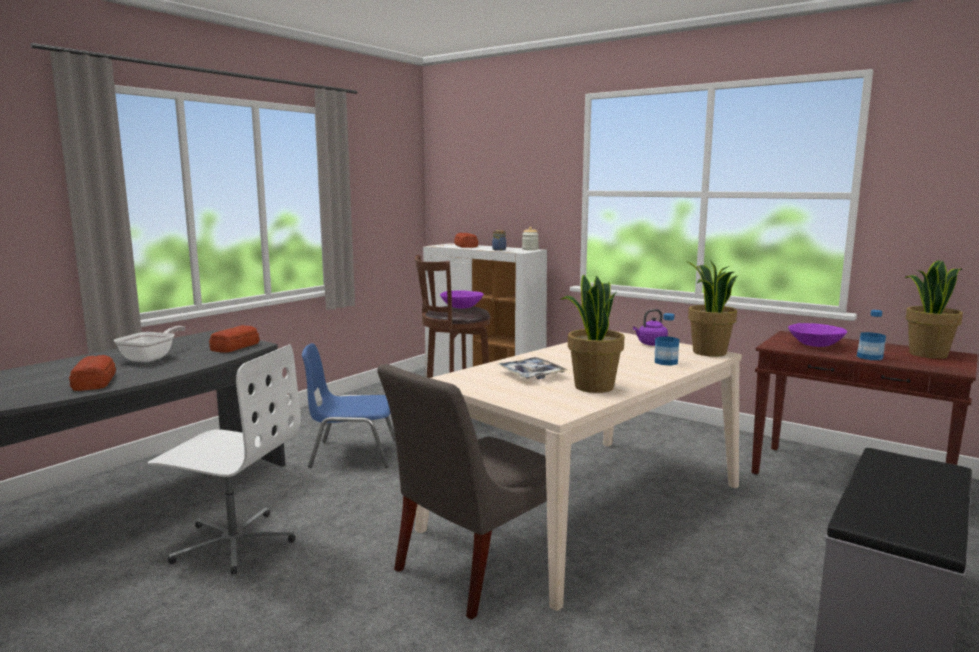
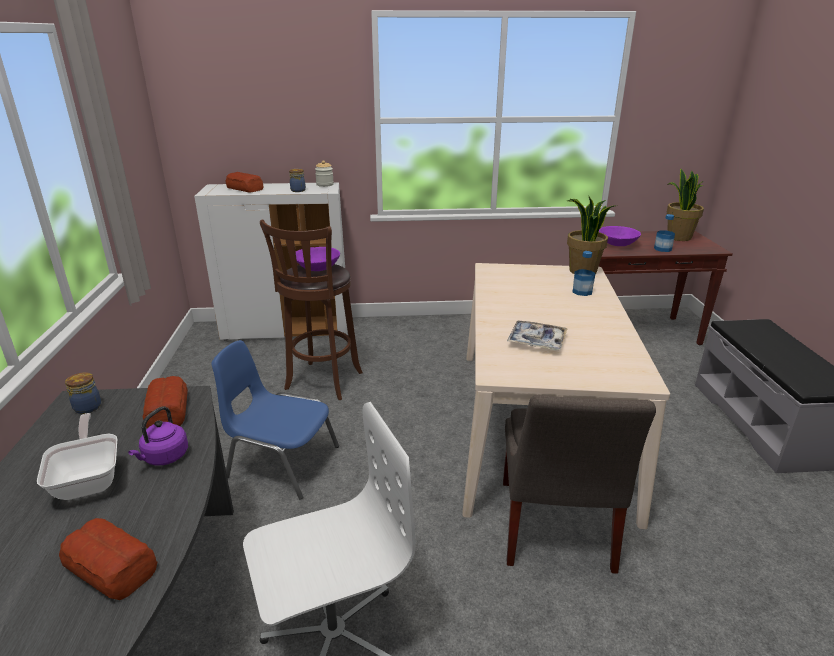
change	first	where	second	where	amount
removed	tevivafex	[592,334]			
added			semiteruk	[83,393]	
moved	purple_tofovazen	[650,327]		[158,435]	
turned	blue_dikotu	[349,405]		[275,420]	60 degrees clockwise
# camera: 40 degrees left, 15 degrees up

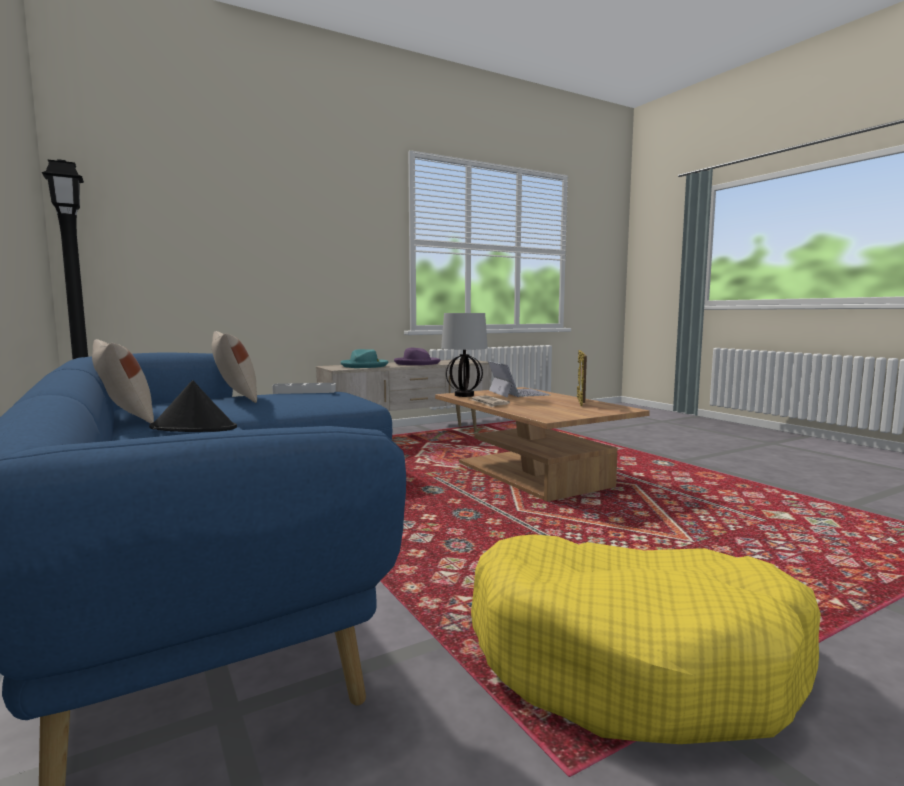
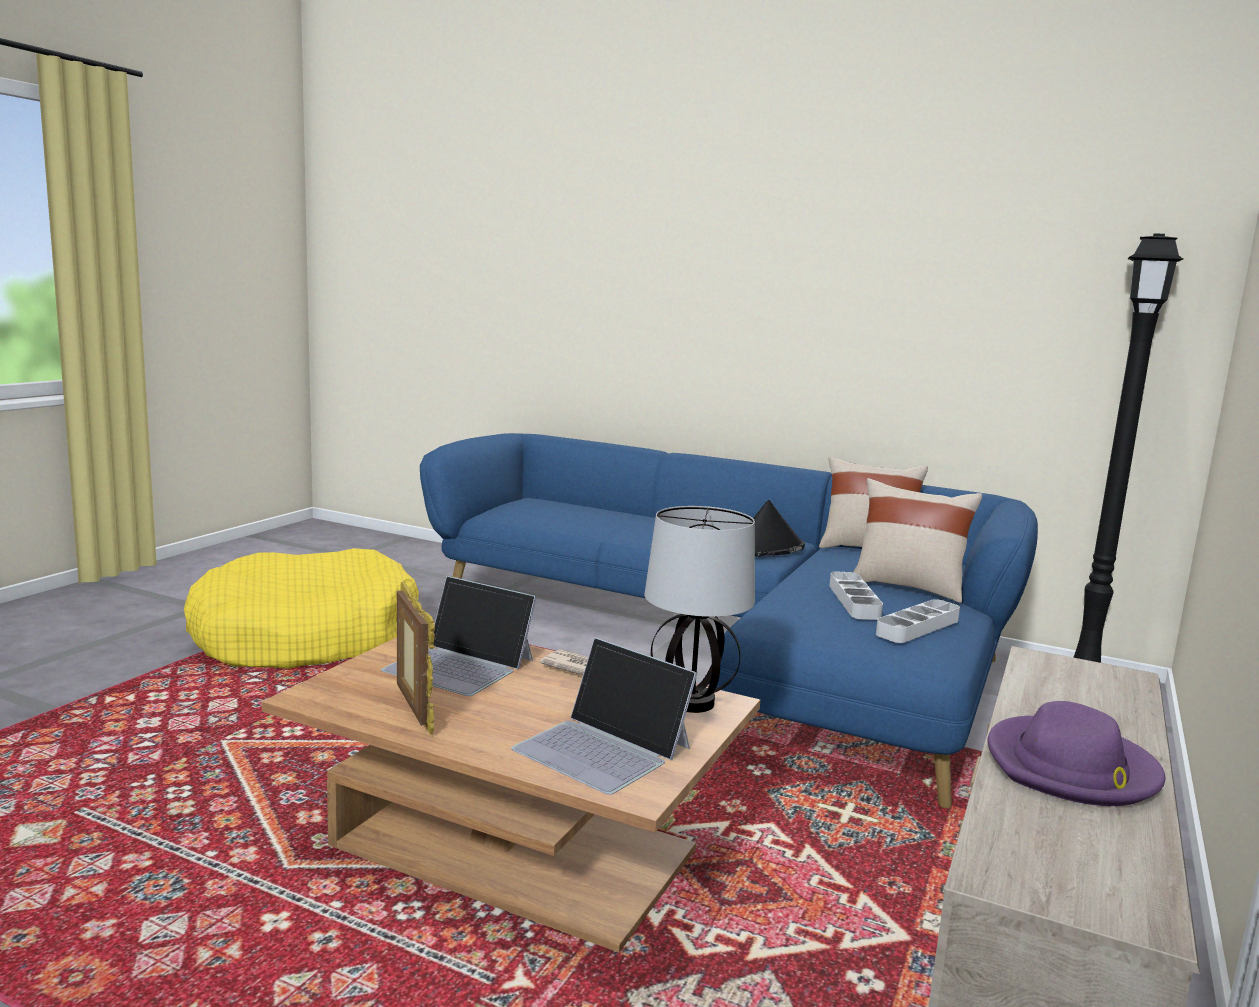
change	first	where	second	where	amount
removed	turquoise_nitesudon	[364,358]			
added			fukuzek	[459,636]	
added			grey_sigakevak	[856,595]	
# camera: 145 degrees right, 5 degrees up

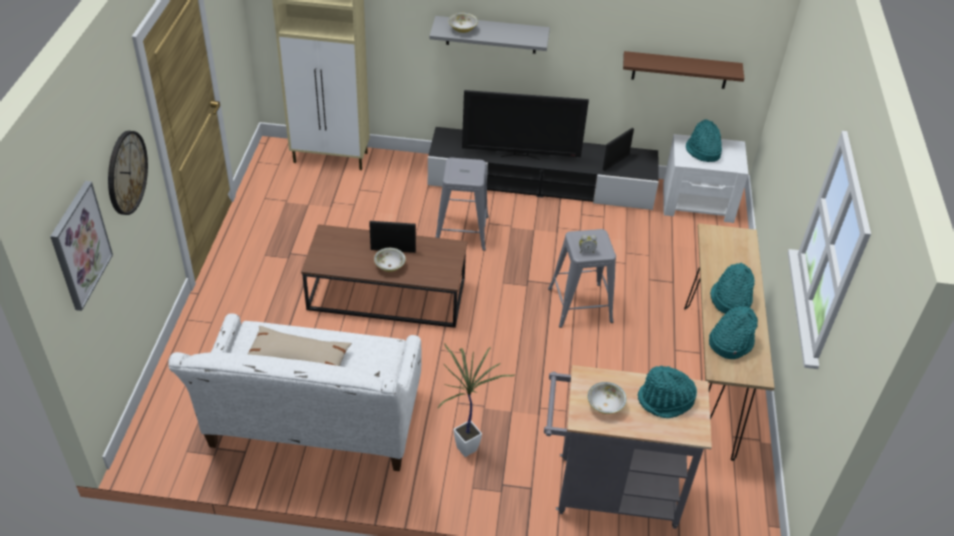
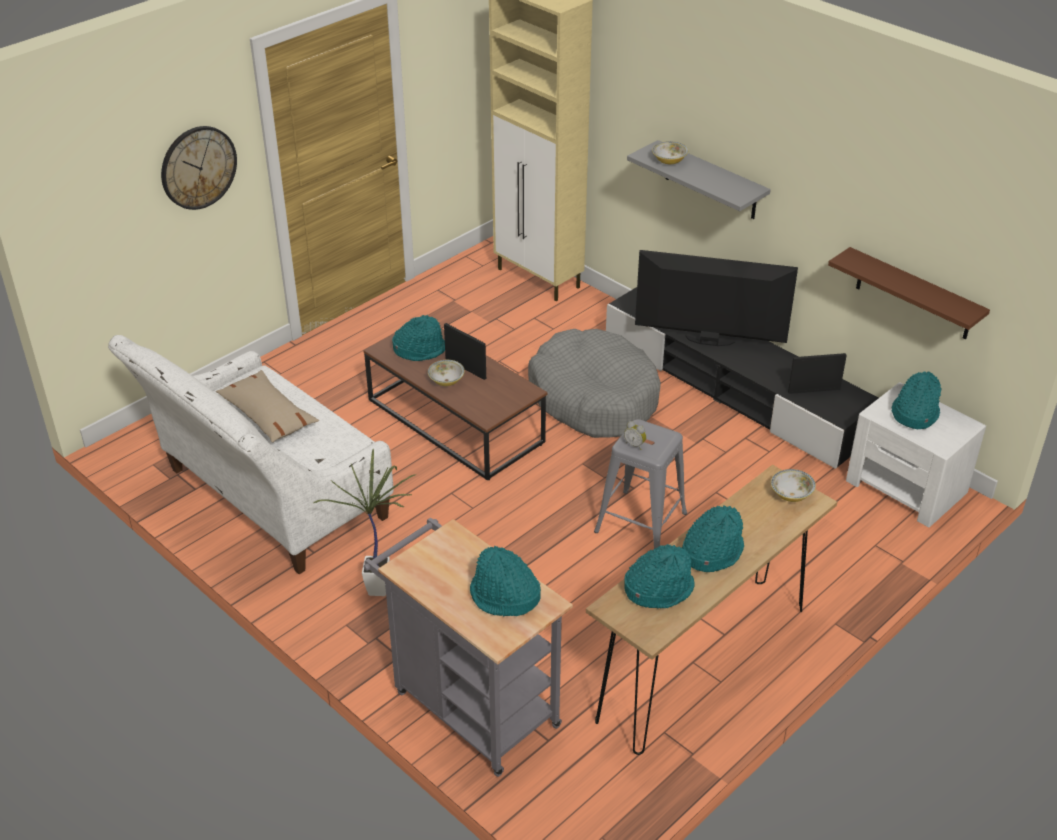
change	first	where	second	where	amount
removed	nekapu	[81,246]			
added			turquoise_nitesudon	[418,338]	
moved	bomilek	[607,398]		[793,485]	
replaced	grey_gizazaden	[462,204]	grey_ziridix	[594,383]	
turned	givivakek	[525,125]		[716,298]	150 degrees clockwise
# camera: 40 degrees right, 5 degrees down

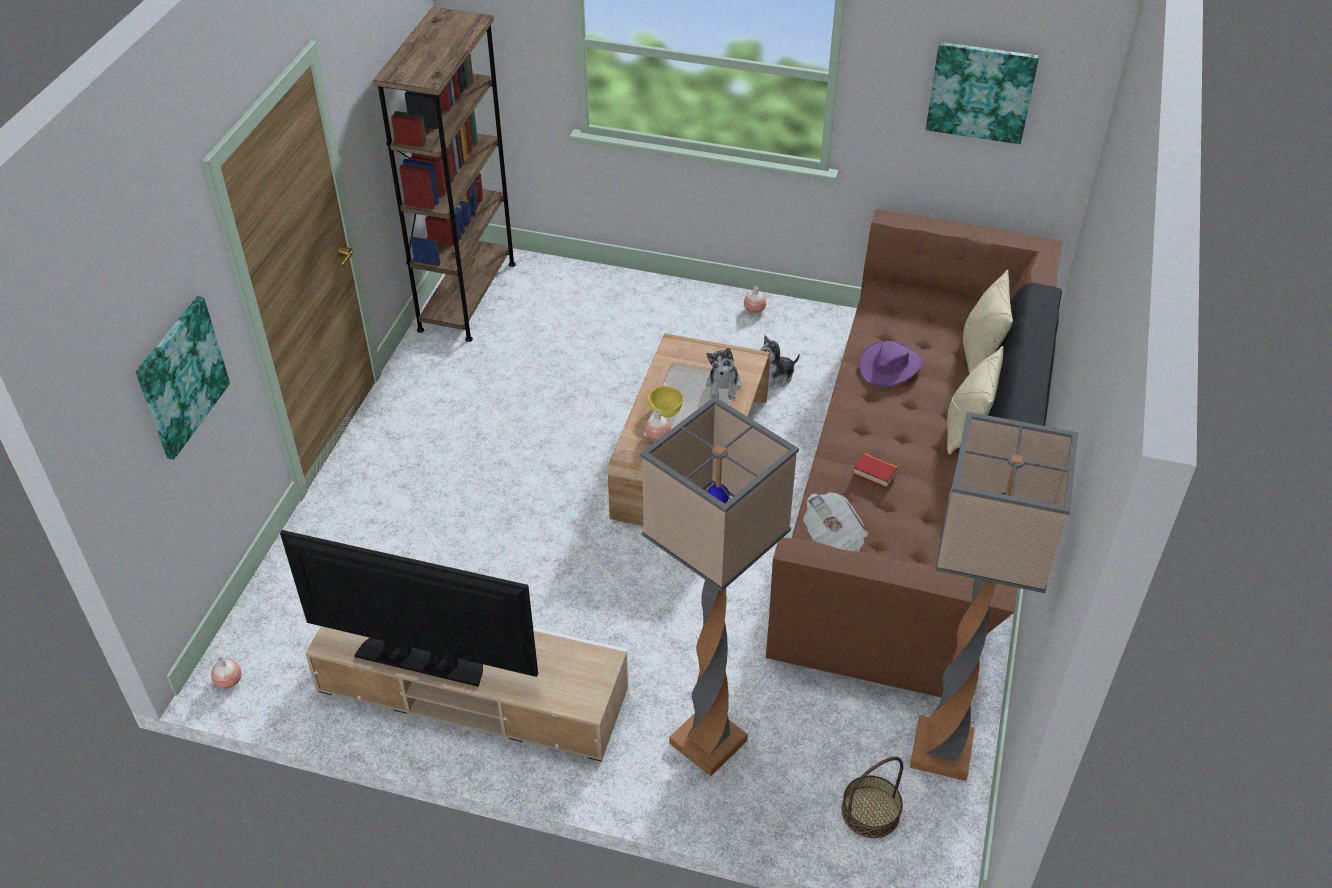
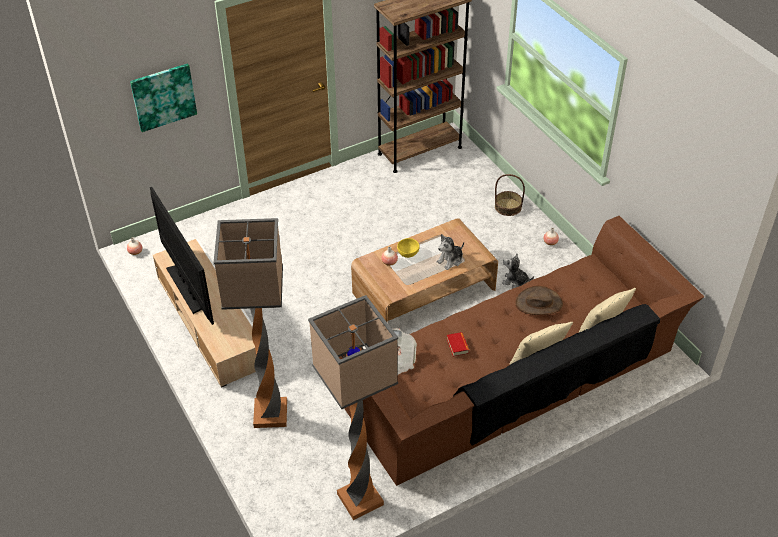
change	first	where	second	where	amount
removed	nekapu	[982,93]			
moved	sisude	[872,797]		[510,195]	
recoloured	purple_nitesudon	[891,364]	brown_nitesudon	[539,300]	
# camera: 45 degrees right, 0 degrees up

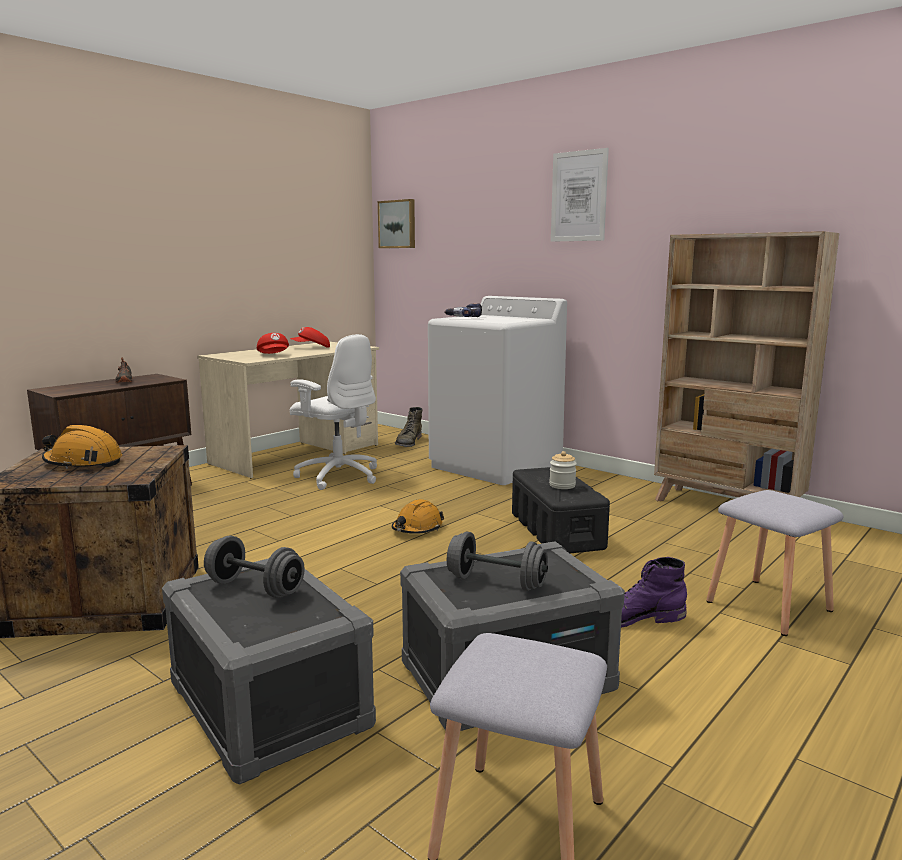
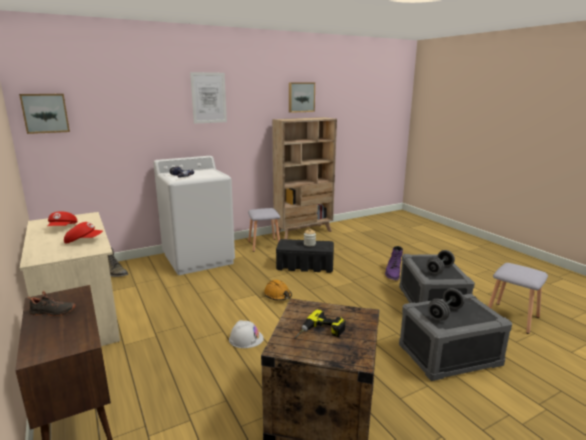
change	first	where	second	where	amount
removed	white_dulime	[333,412]			
added			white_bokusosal	[246,334]	
added			nekapu	[302,97]	
moved	grey_gizazaden	[774,563]		[264,230]	
replaced	orange_bokusosal	[82,447]	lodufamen	[320,323]	
# camera: 70 degrees left, 5 degrees up

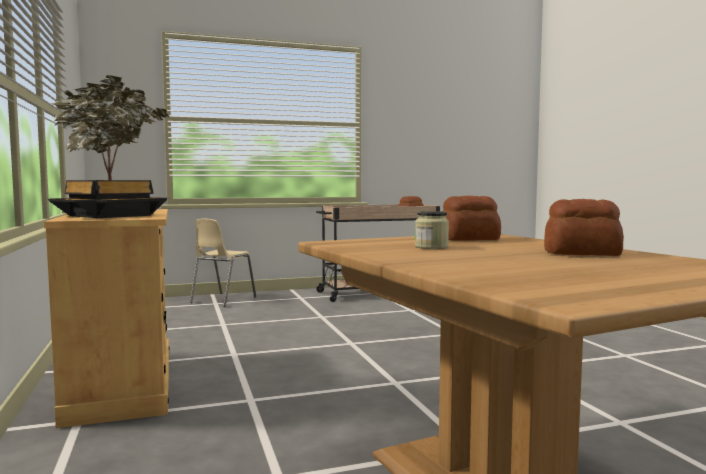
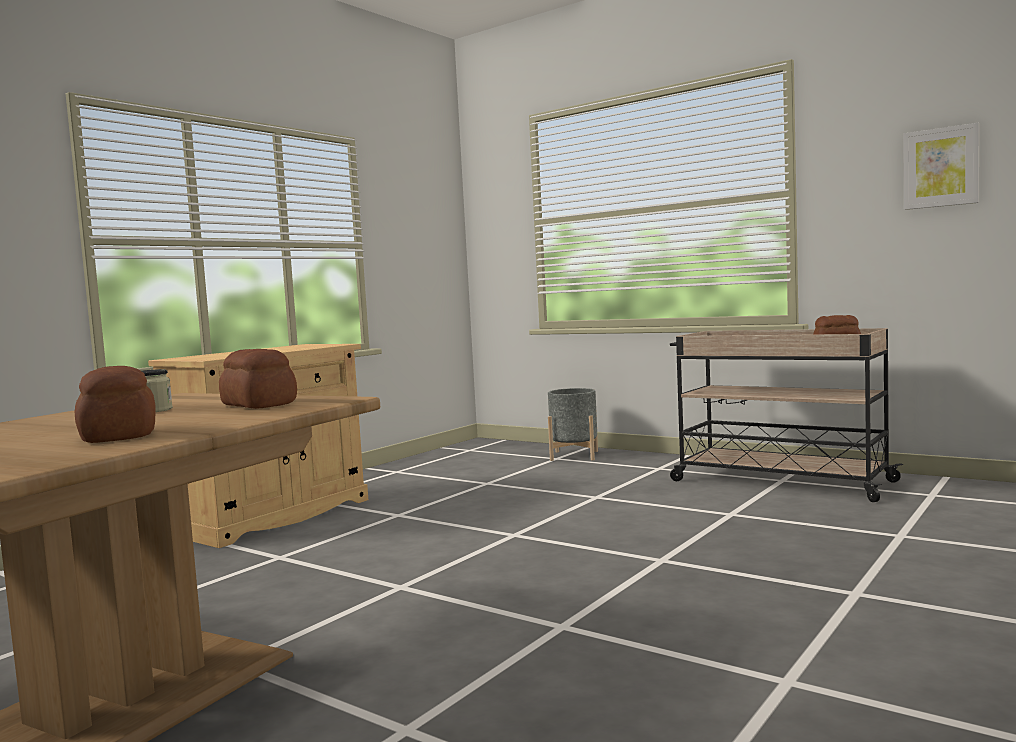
change	first	where	second	where	amount
removed	tevivafex	[109,146]			
added			nekapu	[941,166]	
replaced	beige_dikotu	[223,263]	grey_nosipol	[573,424]	
# camera: 55 degrees right, 0 degrees up

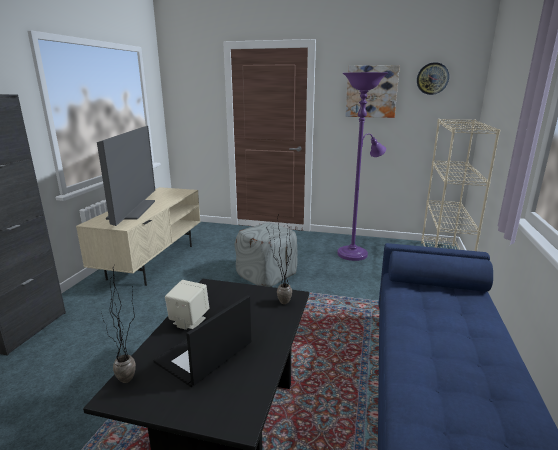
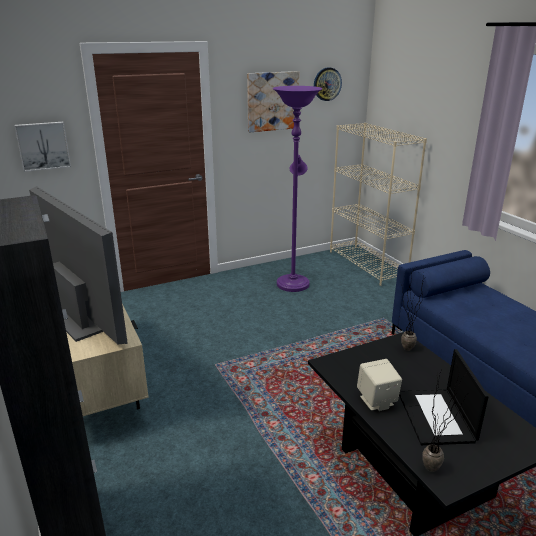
change	first	where	second	where	amount
removed	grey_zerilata	[266,255]			
added			nekapu	[42,147]	
# camera: 40 degrees left, 5 degrees up

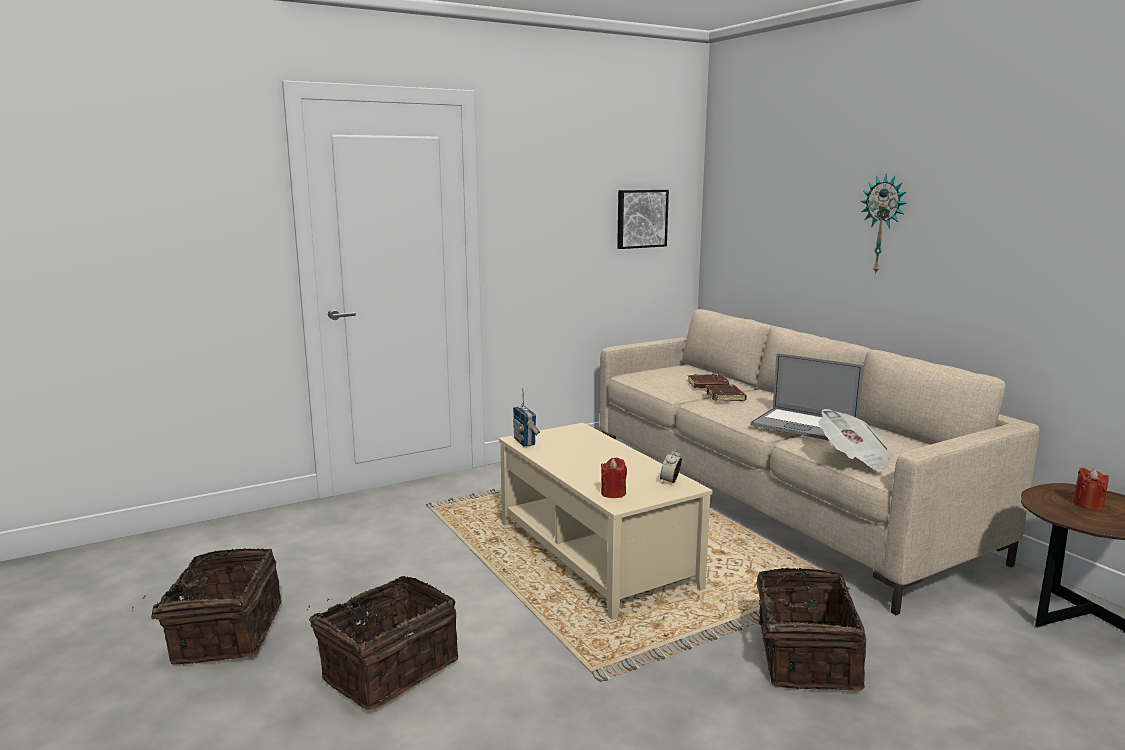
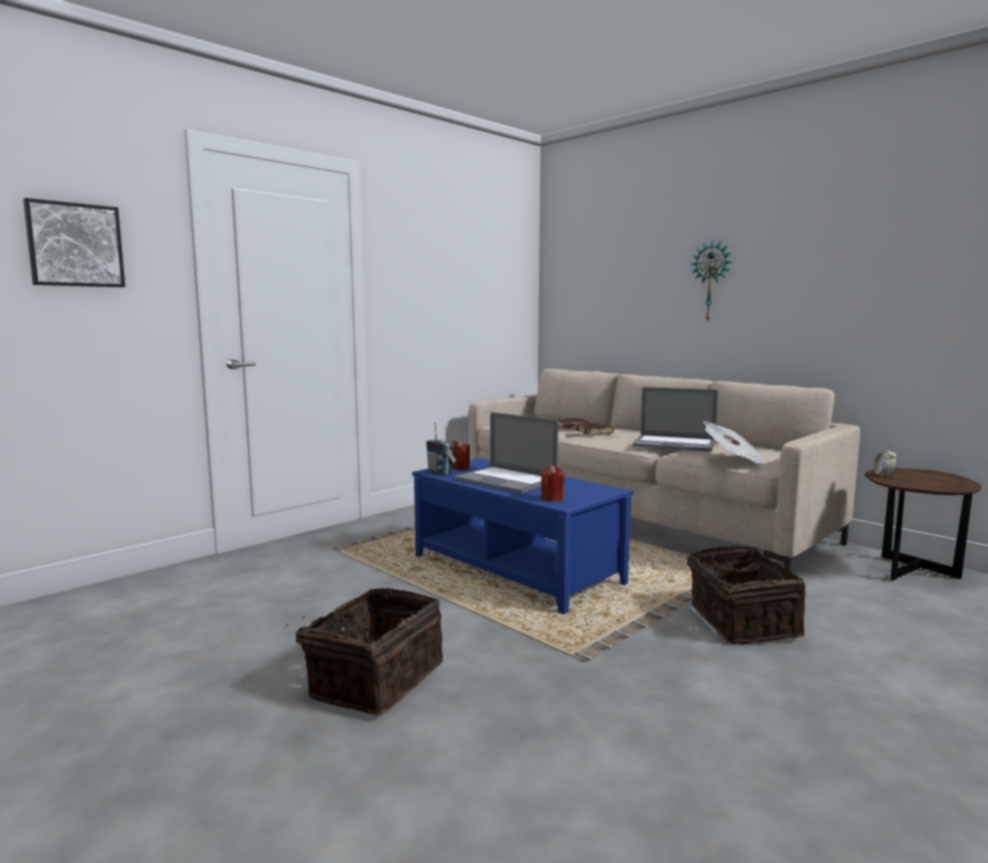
change	first	where	second	where	amount
removed	sisude	[207,606]			
added			fukuzek	[506,452]	
moved	nekapu	[643,219]		[74,242]	
moved	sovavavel	[671,466]		[885,461]	
moved	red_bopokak	[1091,488]		[460,455]	
recoloured	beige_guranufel	[606,521]	blue_guranufel	[522,536]	
# camera: 15 degrees left, 5 degrees down

